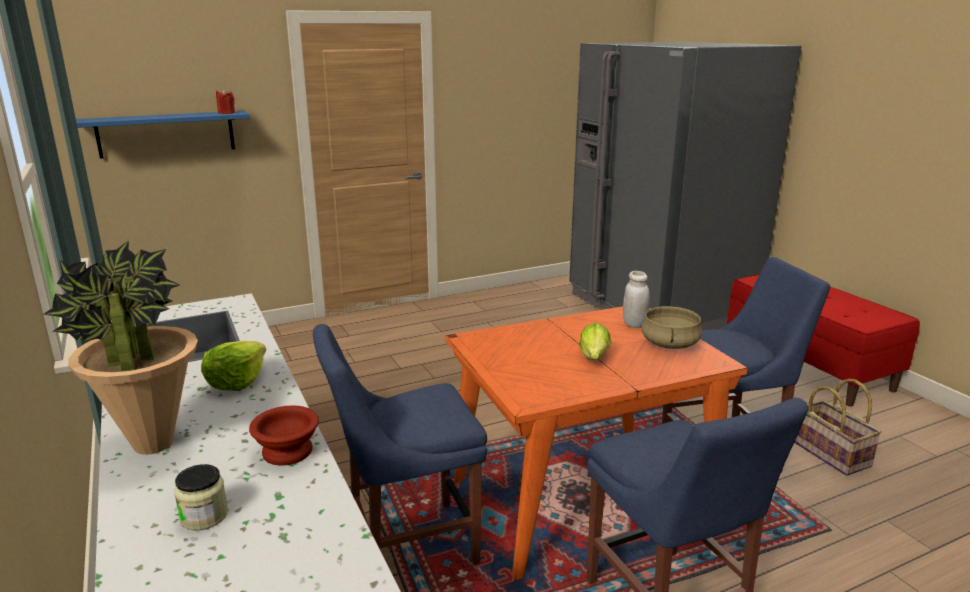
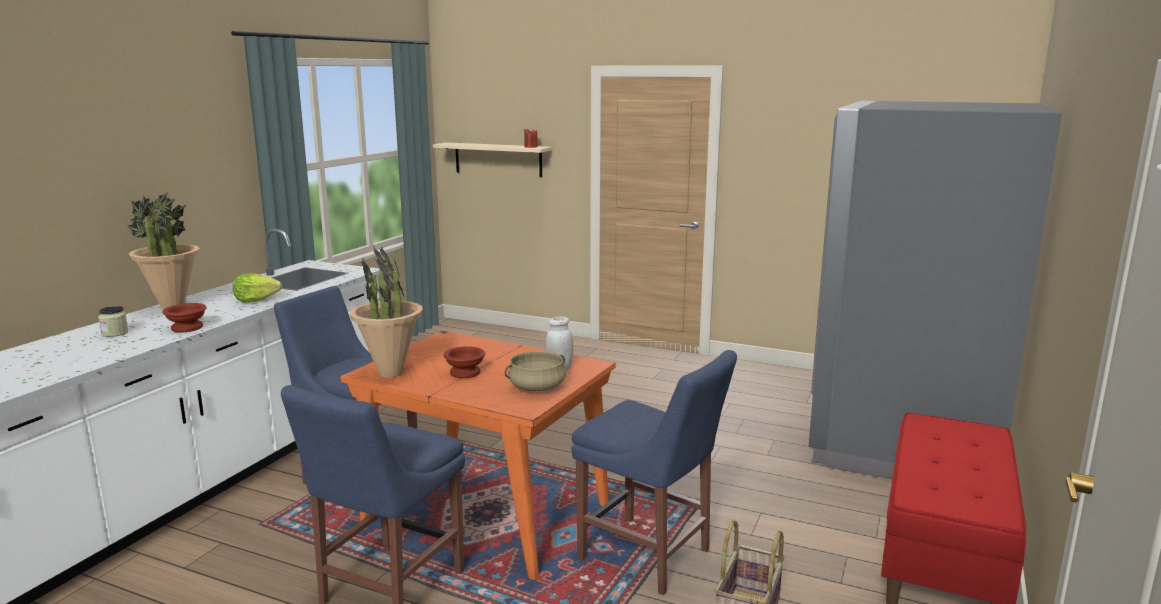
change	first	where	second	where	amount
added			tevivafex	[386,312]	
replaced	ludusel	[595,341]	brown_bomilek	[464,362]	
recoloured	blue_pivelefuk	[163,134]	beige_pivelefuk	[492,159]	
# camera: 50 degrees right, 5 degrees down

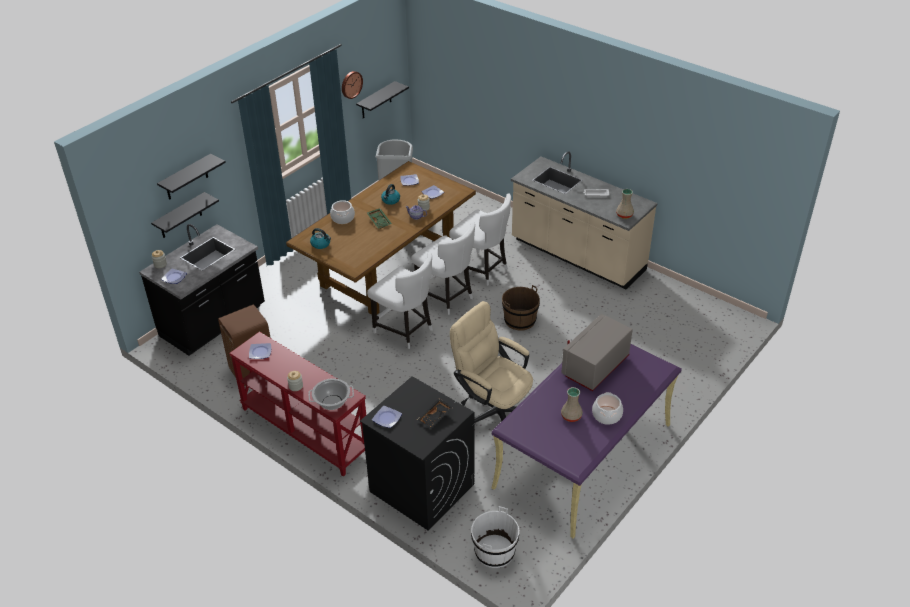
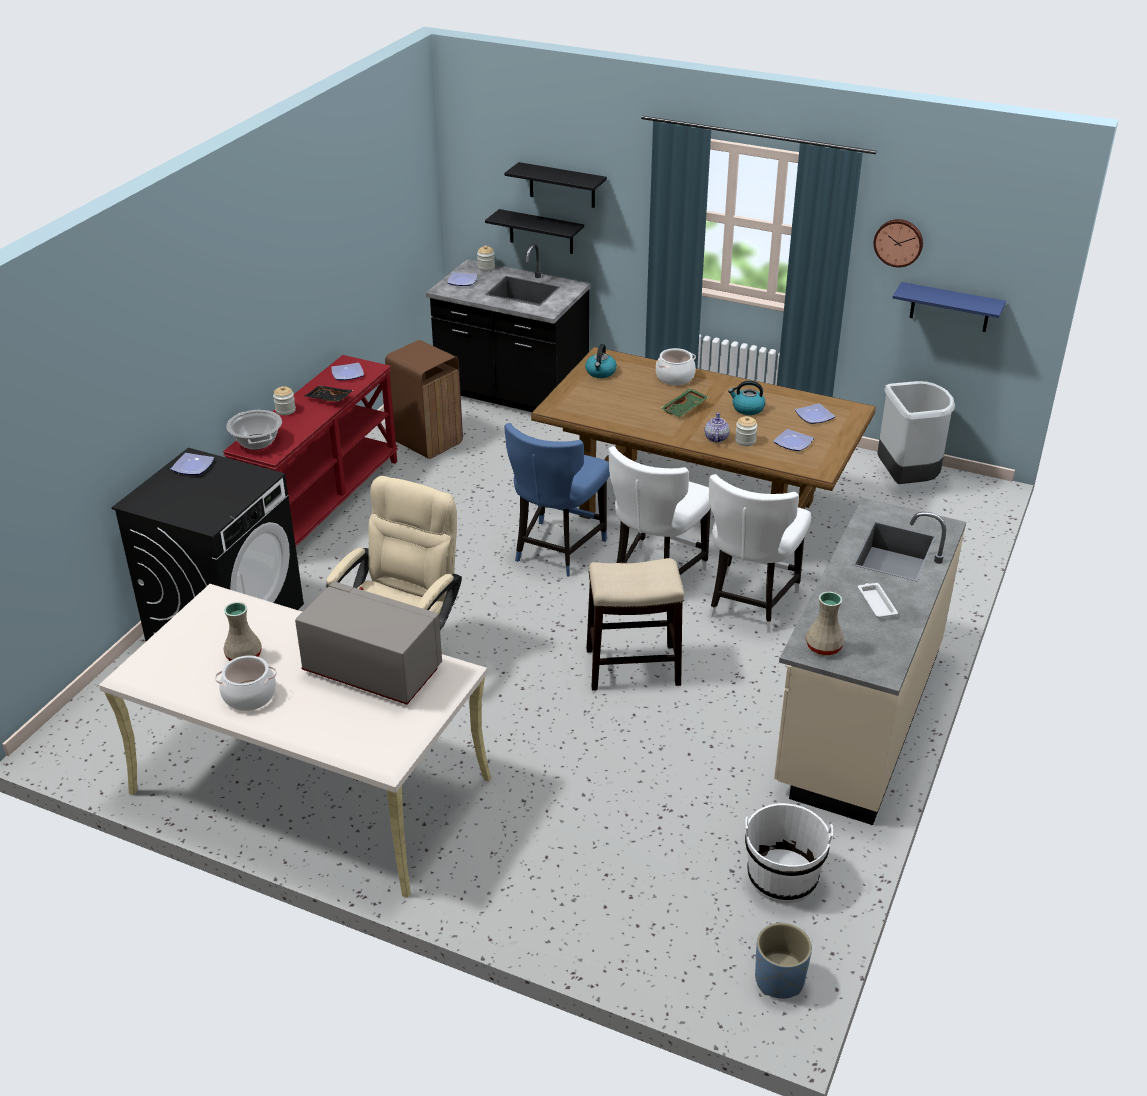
change	first	where	second	where	amount
added			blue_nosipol	[783,961]	
moved	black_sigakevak	[435,414]		[329,394]	
moved	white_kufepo	[495,537]		[789,853]	
replaced	brown_kufepo	[521,307]	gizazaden	[635,624]	
recoloured	black_pivelefuk	[382,100]	blue_pivelefuk	[949,307]	
recoloured	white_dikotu	[400,301]	blue_dikotu	[557,499]	
recoloured	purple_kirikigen	[587,441]	beige_kirikigen	[295,741]	
# camera: 75 degrees right, 5 degrees down

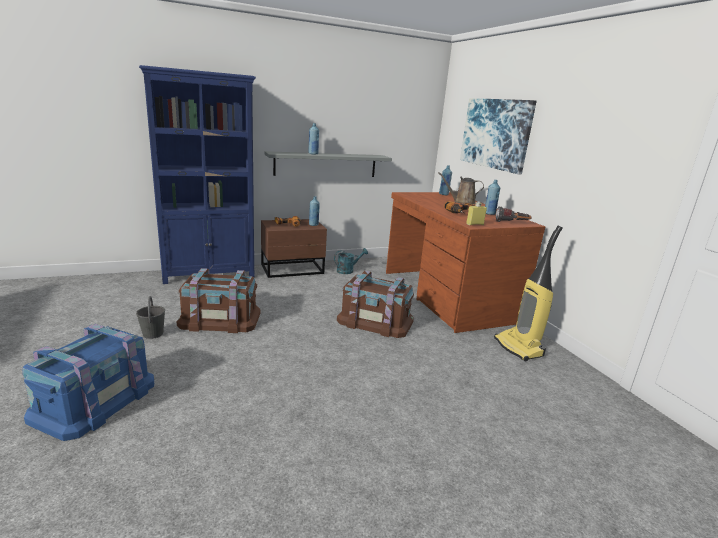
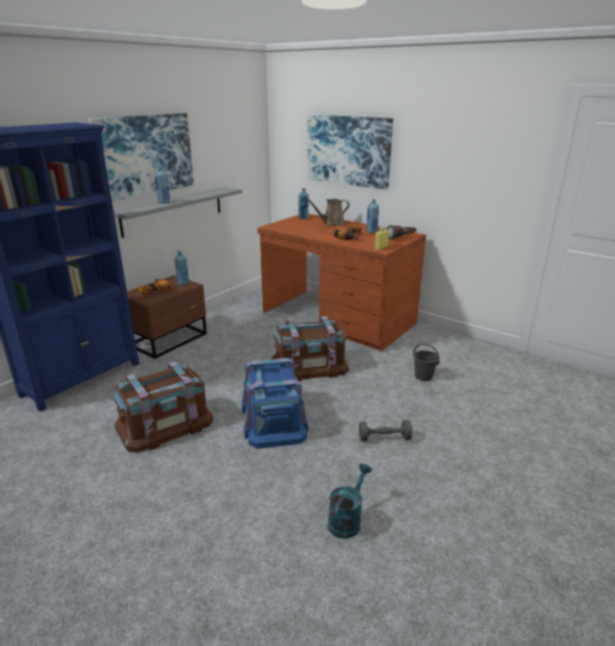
change	first	where	second	where	amount
removed	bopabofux	[528,294]			
added			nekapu	[141,157]	
added			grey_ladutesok	[385,430]	
moved	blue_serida	[88,382]		[275,403]	
moved	grey_kufepo	[150,317]		[426,362]	
moved	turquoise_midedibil	[351,261]		[350,501]	
# camera: 30 degrees left, 5 degrees up

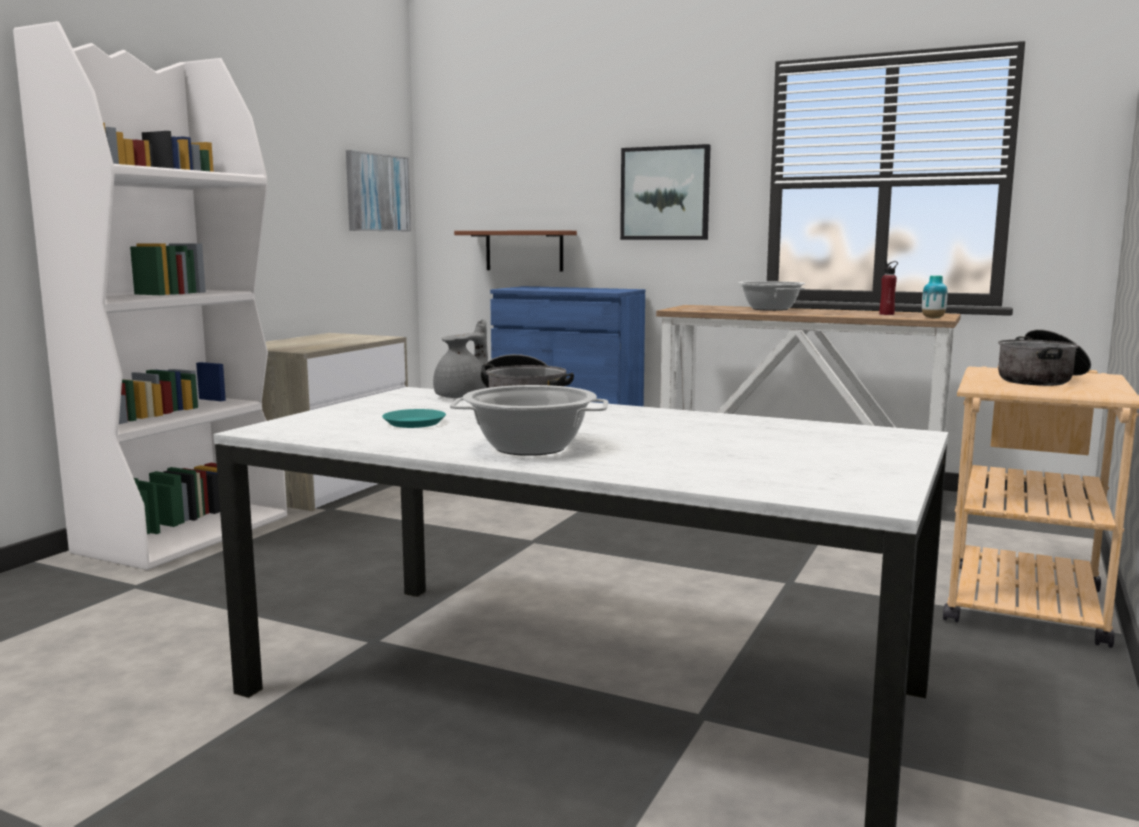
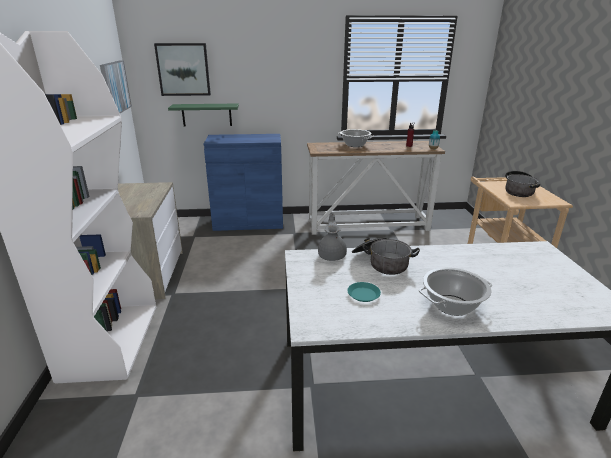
change	first	where	second	where	amount
moved	nekapu	[665,192]		[182,69]	
recoloured	brown_pivelefuk	[515,251]	green_pivelefuk	[203,115]	
# camera: 30 degrees left, 15 degrees up

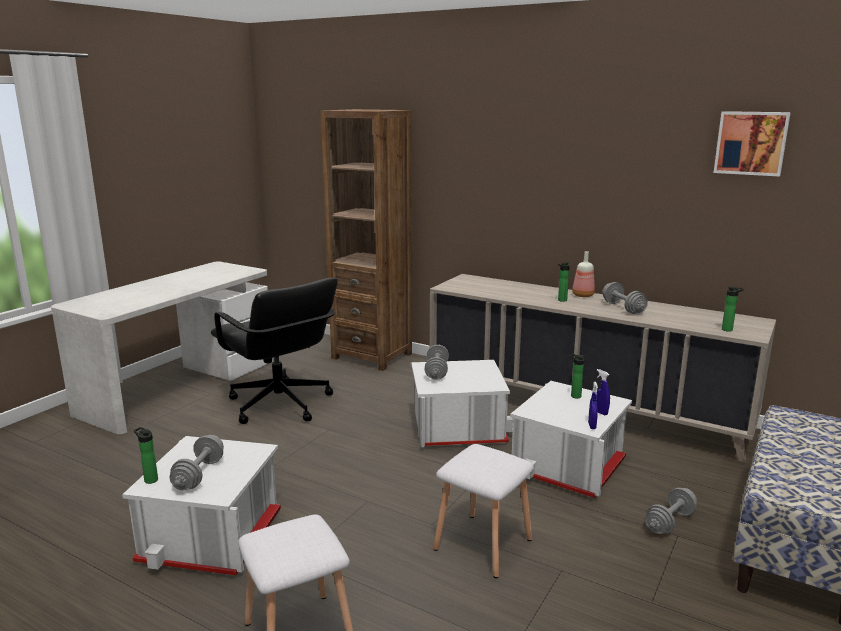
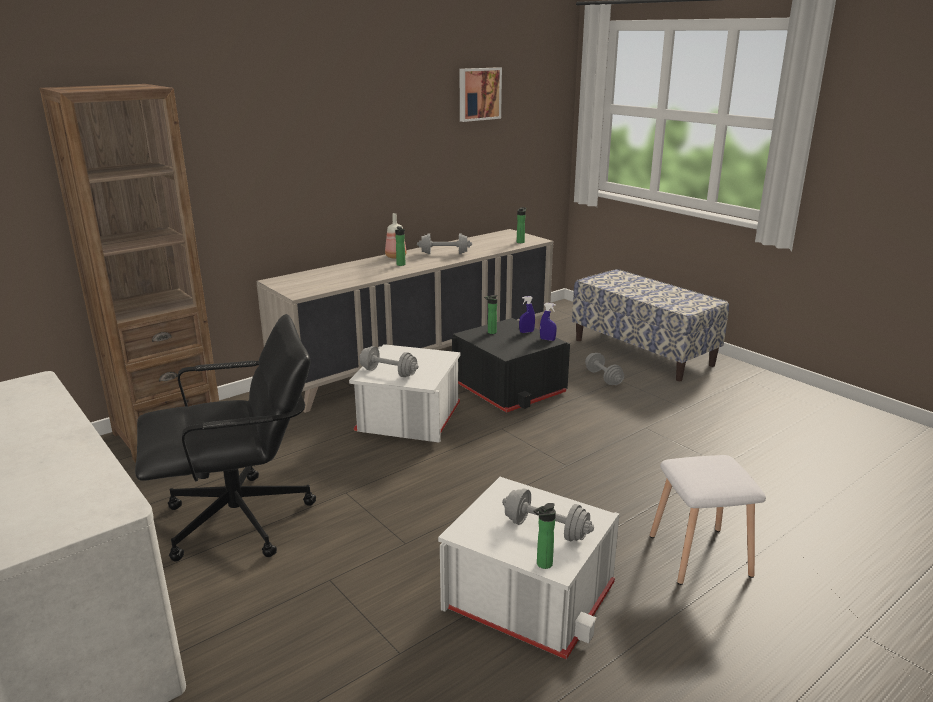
change	first	where	second	where	amount
removed	white_gizazaden	[483,511]			
recoloured	white_serida	[571,439]	black_serida	[511,365]	
# camera: 70 degrees left, 5 degrees up

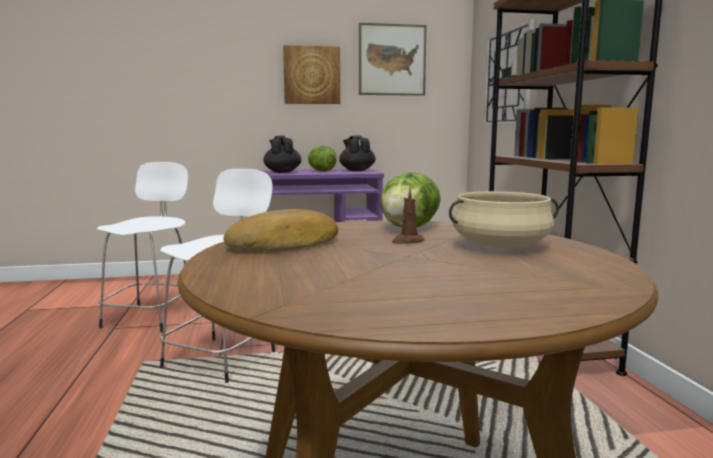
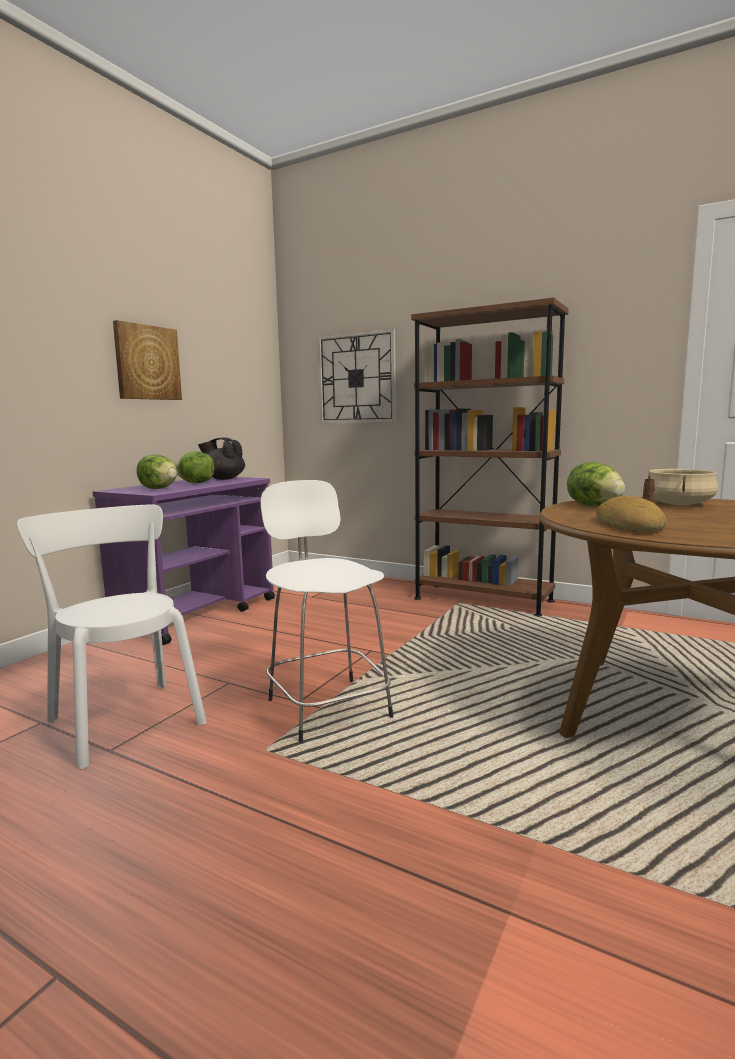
change	first	where	second	where	amount
removed	nekapu	[392,59]			
replaced	white_gizazaden	[142,247]	white_dikotu	[112,637]	
replaced	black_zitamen	[282,154]	ludusel	[156,471]	
# camera: 50 degrees left, 0 degrees up

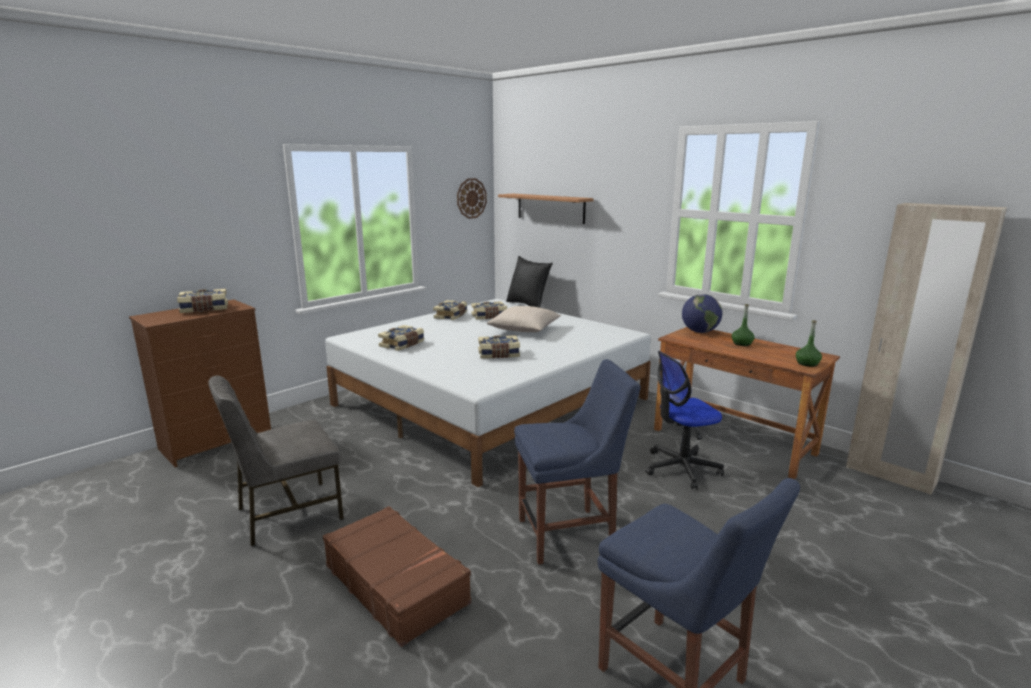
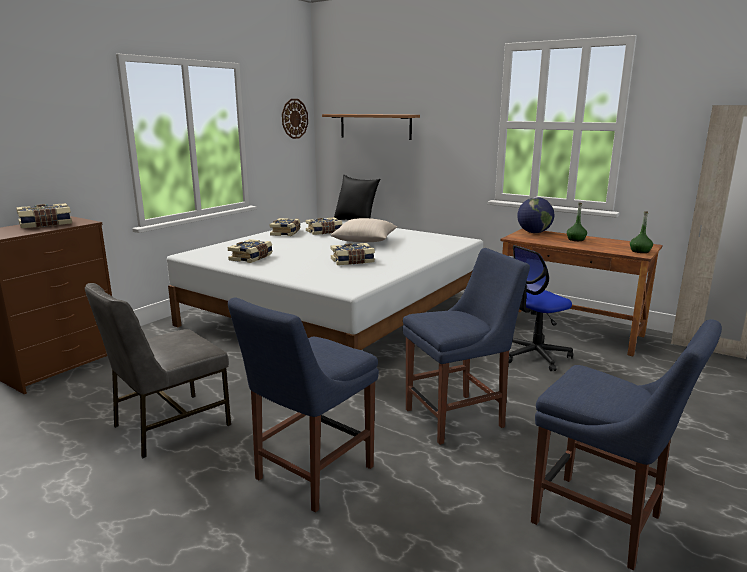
change	first	where	second	where	amount
replaced	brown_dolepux	[397,576]	blue_dikotu	[303,405]	
# camera: 10 degrees left, 0 degrees up

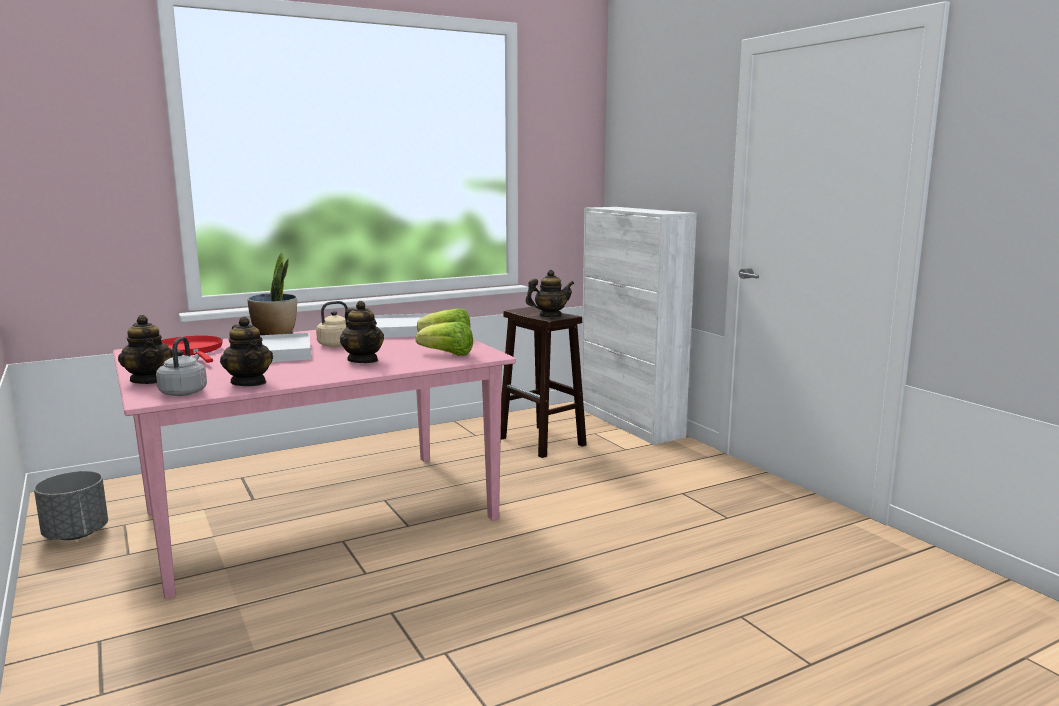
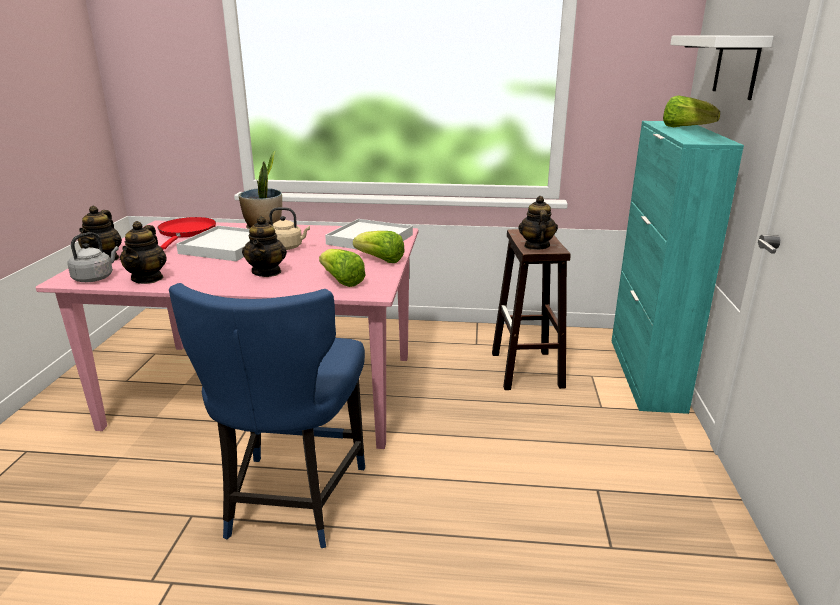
change	first	where	second	where	amount
removed	grey_nosipol	[71,505]			
added			blue_dikotu	[267,415]	
added			ludusel	[691,111]	
added			white_pivelefuk	[722,68]	
recoloured	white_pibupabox	[639,326]	turquoise_pibupabox	[677,267]	
turned	zitamen	[550,293]		[538,223]	105 degrees counterclockwise
# camera: 35 degrees right, 10 degrees up

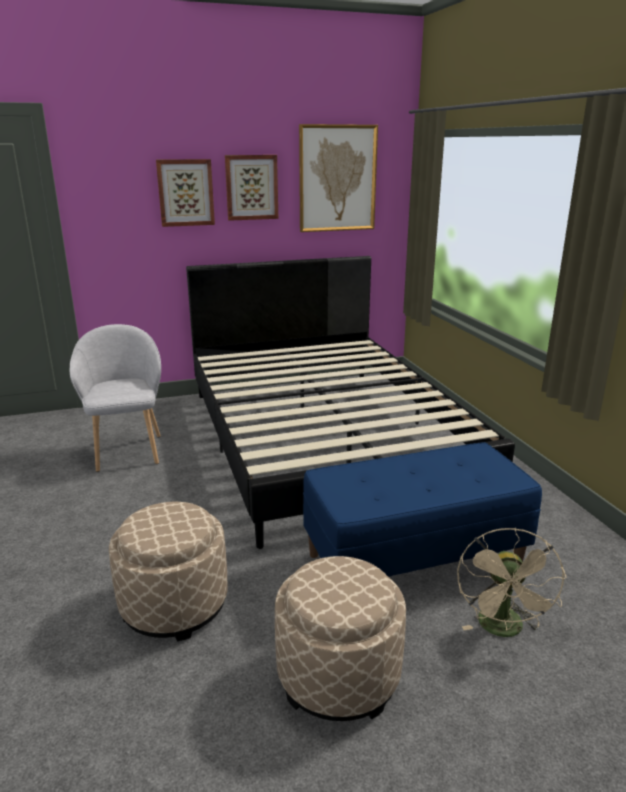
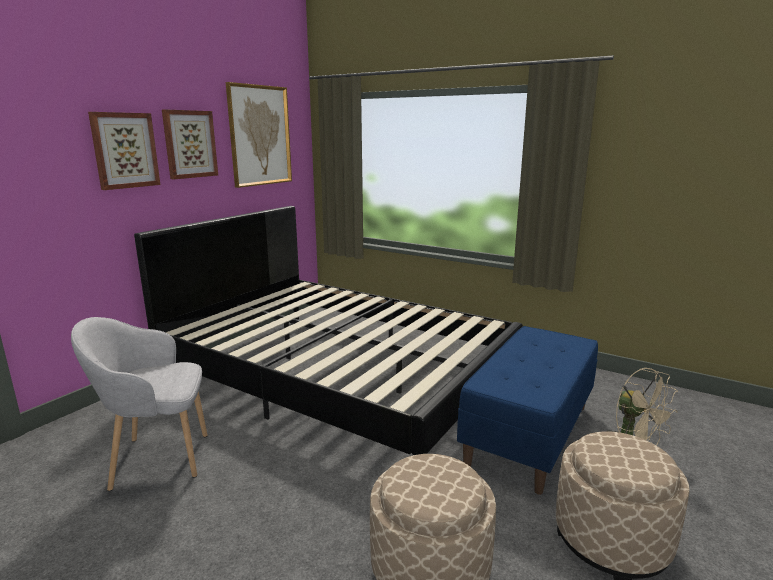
change	first	where	second	where	amount
turned	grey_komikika	[115,398]		[139,404]	45 degrees counterclockwise
# camera: 40 degrees left, 5 degrees down

